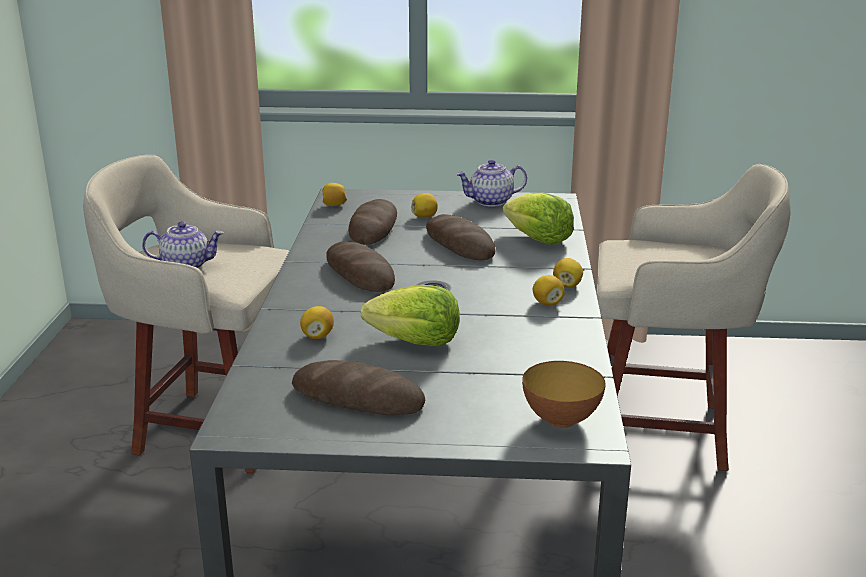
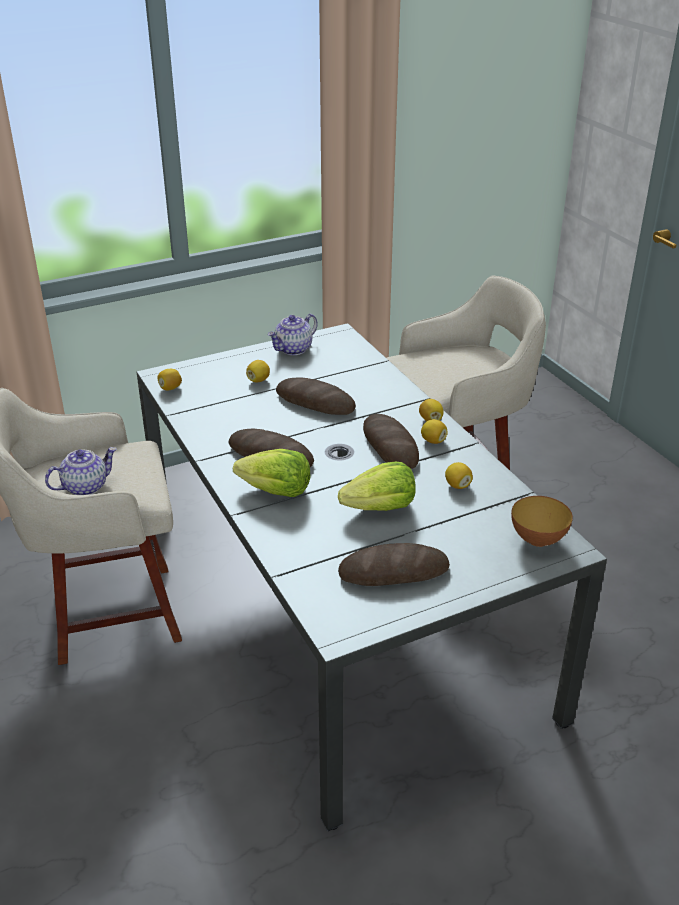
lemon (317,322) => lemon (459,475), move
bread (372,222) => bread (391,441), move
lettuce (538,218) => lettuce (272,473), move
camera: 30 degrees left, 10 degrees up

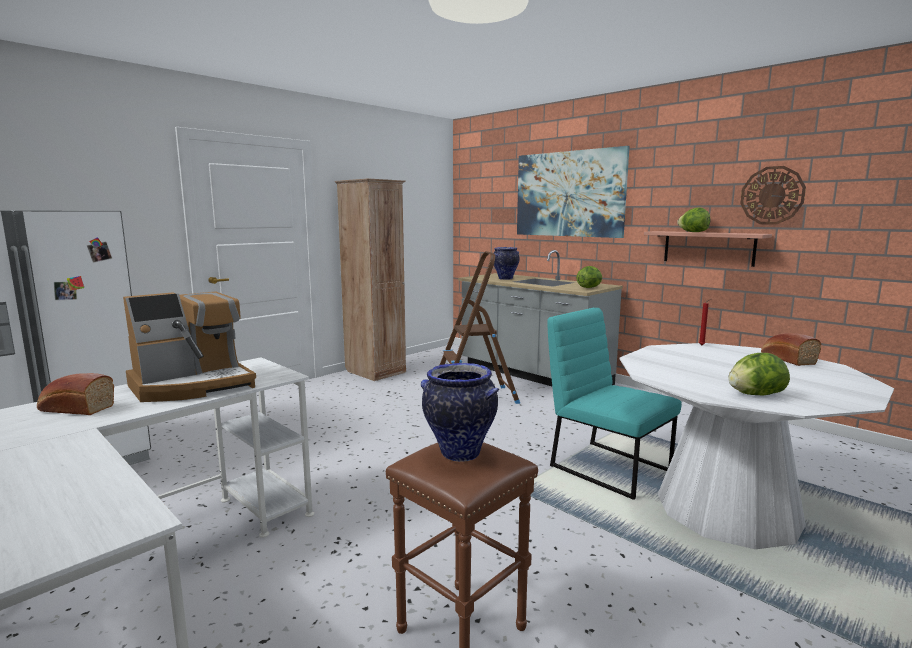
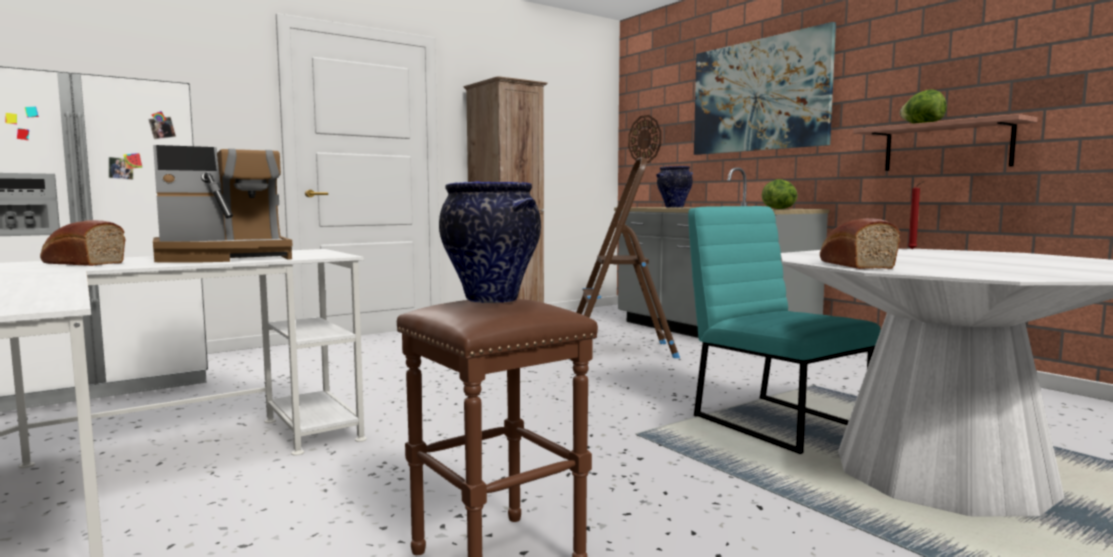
lettuce (759,374) => nothing
wall clock (773,195) => wall clock (645,139), move
bread (791,349) => bread (860,243), move
camera: 10 degrees right, 5 degrees down

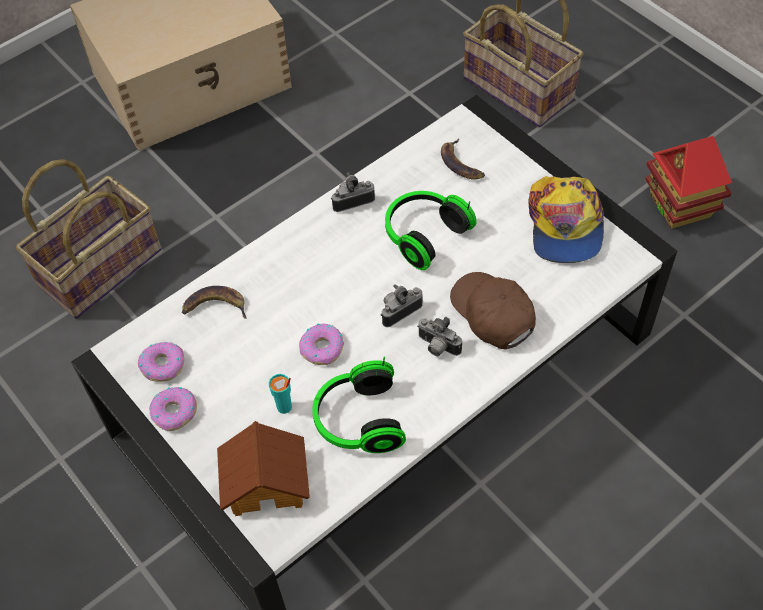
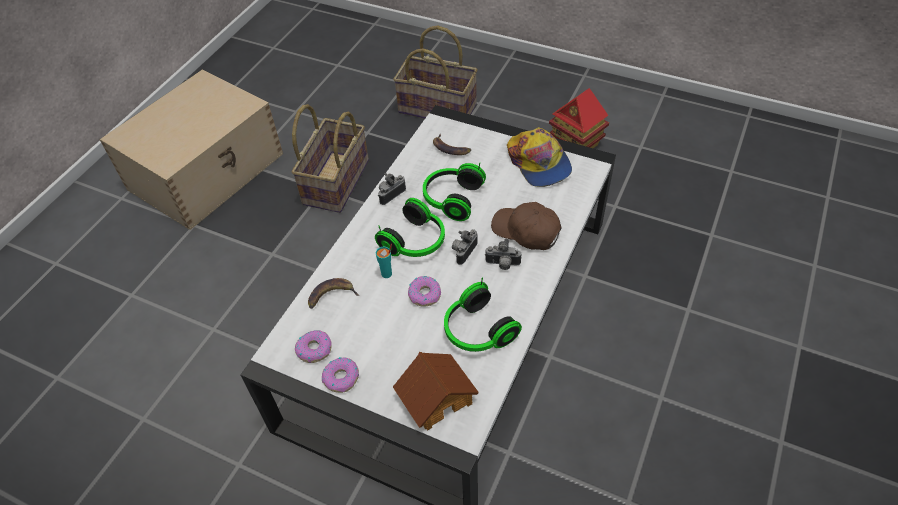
nothing => headphones (410,227)
basket (88,239) => basket (330,158), move
cup (turquoise) (280,394) => cup (turquoise) (384,261), move
camera: 25 degrees left, 5 degrees down

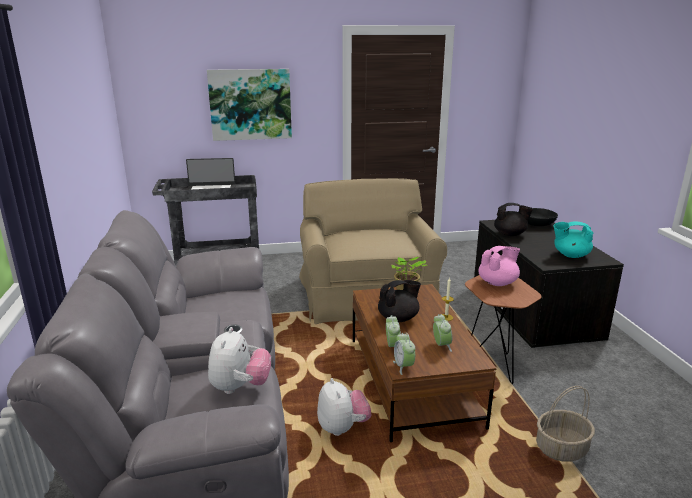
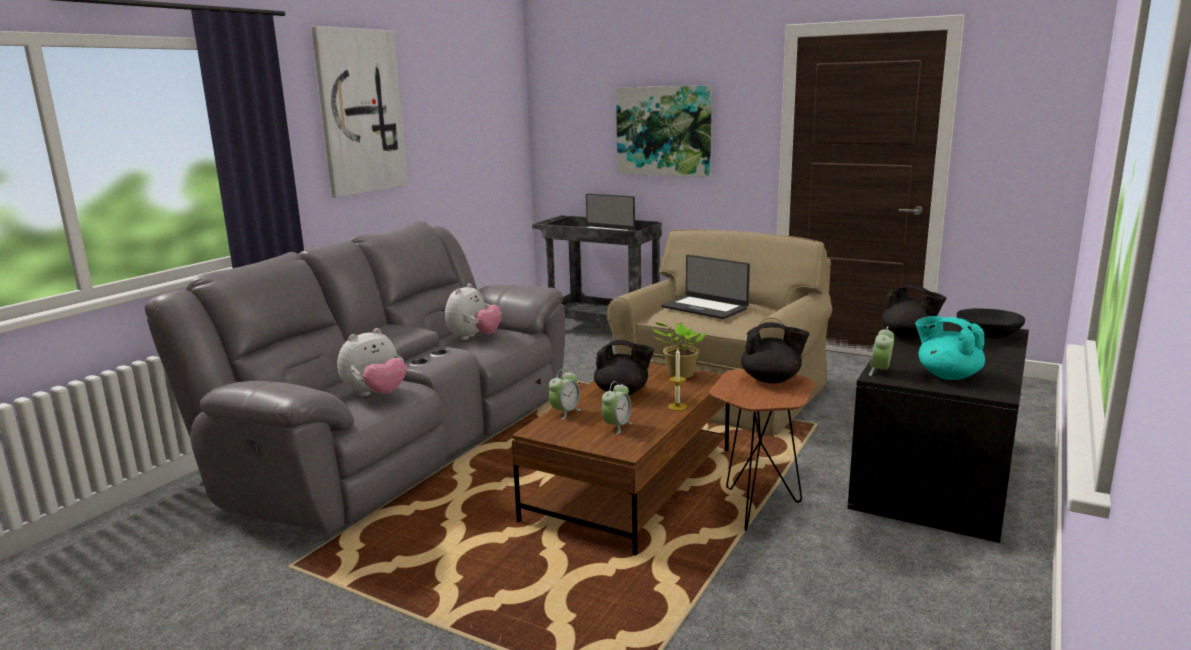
basket (565,424) => nothing
nothing => picture (359,112)
nothing => laptop (705,287)
plush toy (344,407) => plush toy (473,311), move
alarm clock (404,354) => alarm clock (881,351), move
teapot (pink) (499,266) => teapot (black) (775,352)
camera: 40 degrees right, 5 degrees down

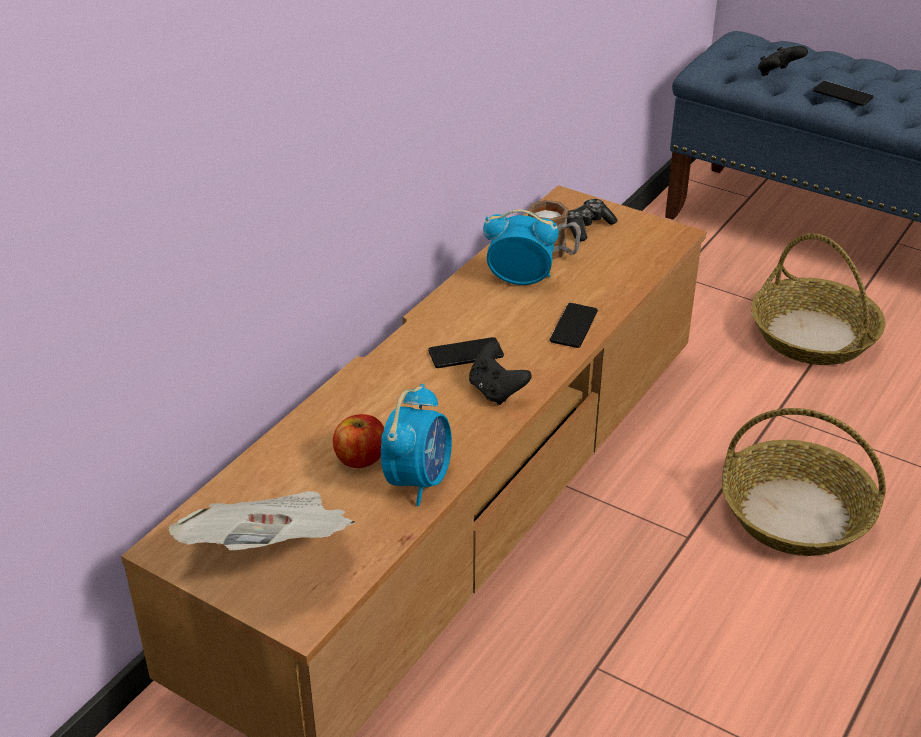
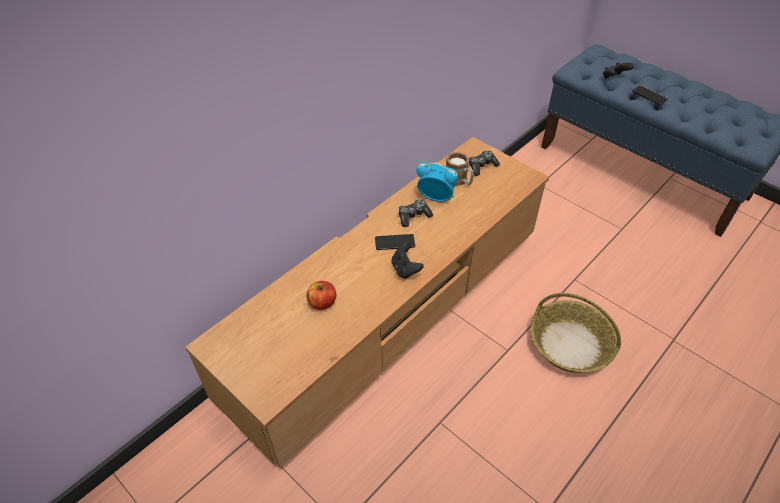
newspaper (261,521) => nothing
alarm clock (416,445) => nothing
phone (574,325) => nothing
basket (818,299) => nothing
nothing => game controller (416,213)
camera: 10 degrees right, 10 degrees up

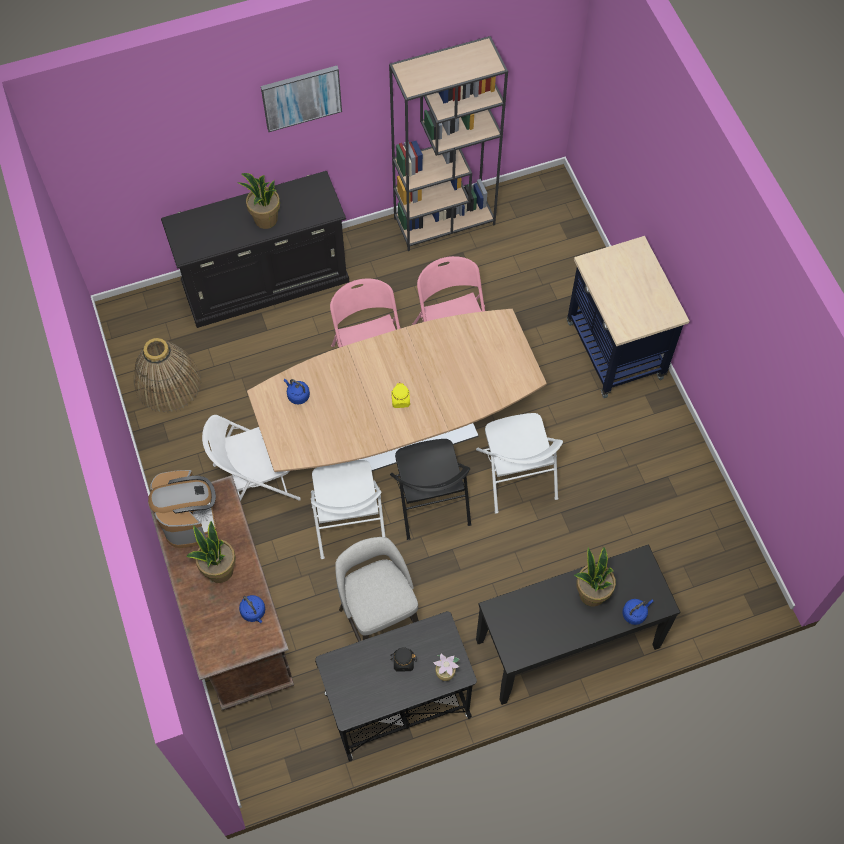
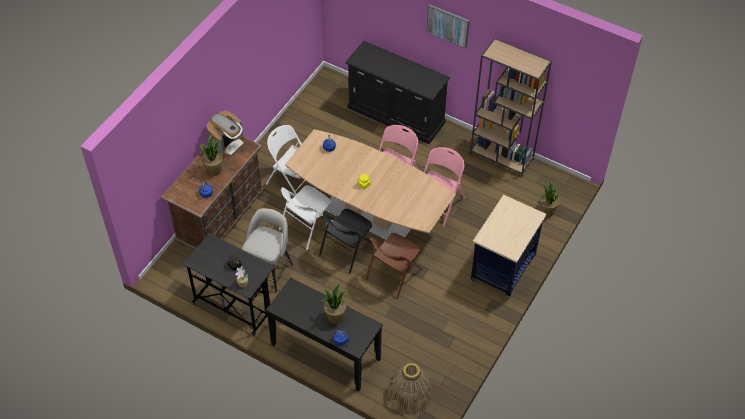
basket (167,375) => basket (410,388), move
potted plant (258,201) => potted plant (549,198), move
chair (white) (519,463) => chair (brown) (394,266)
camera: 50 degrees right, 10 degrees down

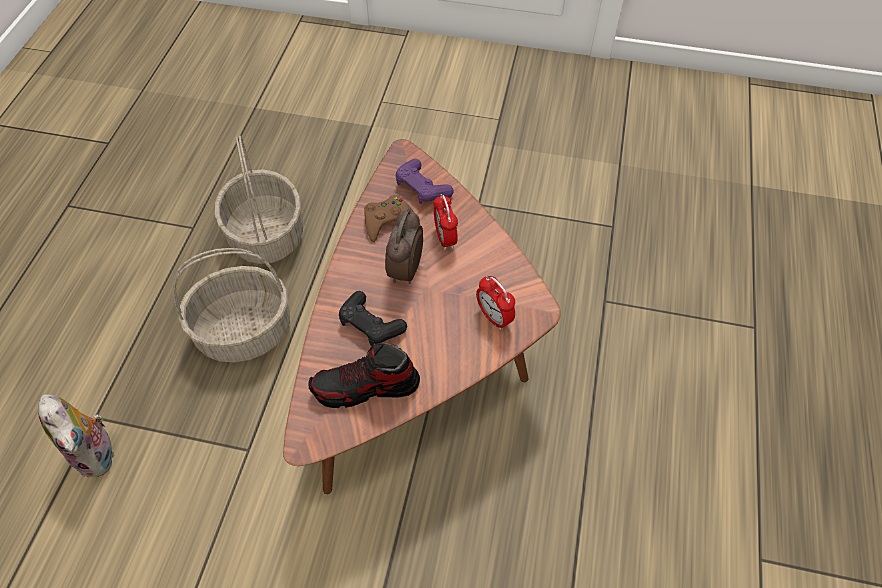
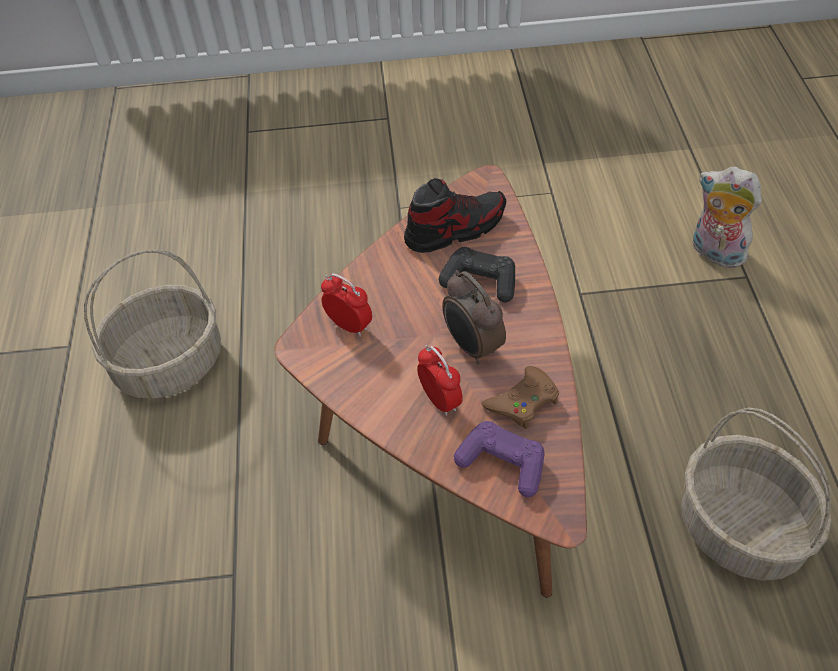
basket (231,305) => basket (152,323), move
alarm clock (404,246) => alarm clock (474,317), 150 degrees clockwise
camera: 165 degrees right, 5 degrees down

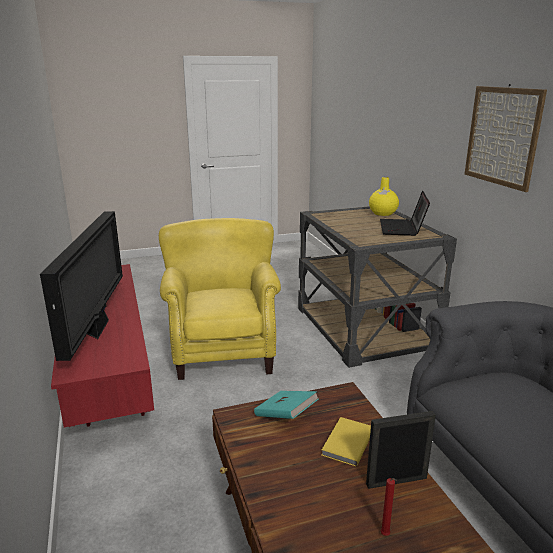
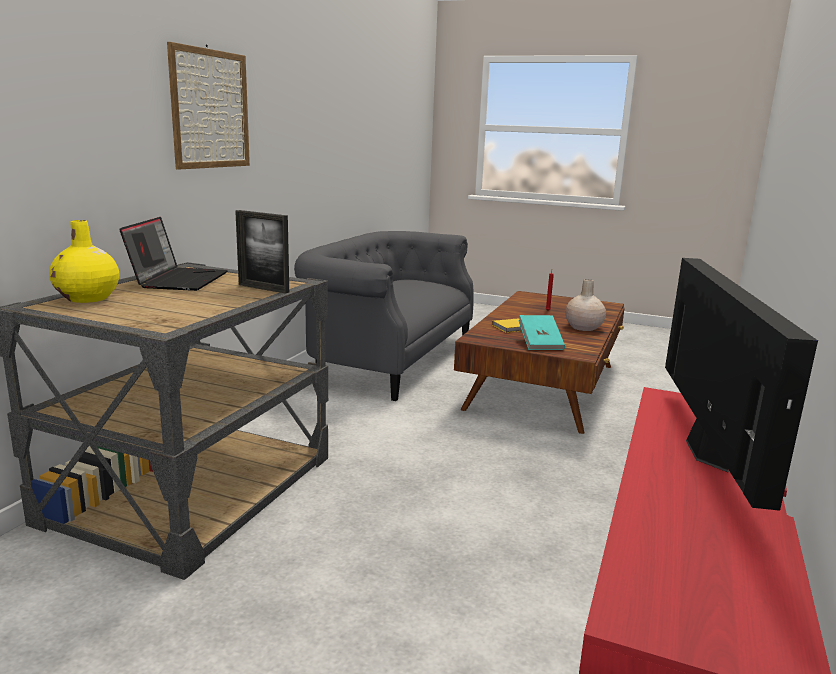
armchair (yellow) (220,299) => nothing
nothing => vase (beige) (585,305)
picture frame (401,450) => picture frame (262,252), move
television (81,286) => television (741,384), 150 degrees clockwise
laptop (405,213) => laptop (173,254), 45 degrees counterclockwise
camera: 140 degrees left, 5 degrees down

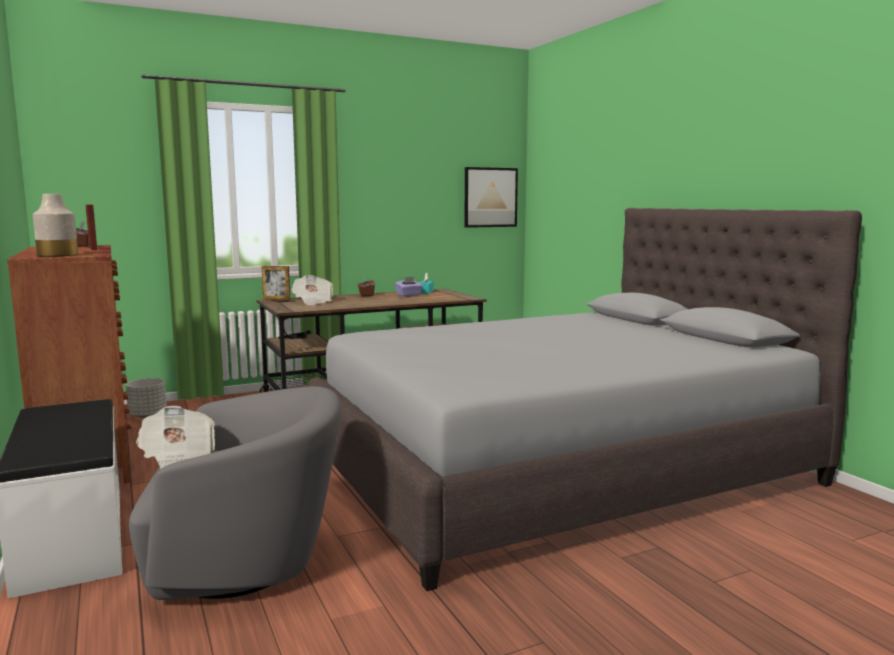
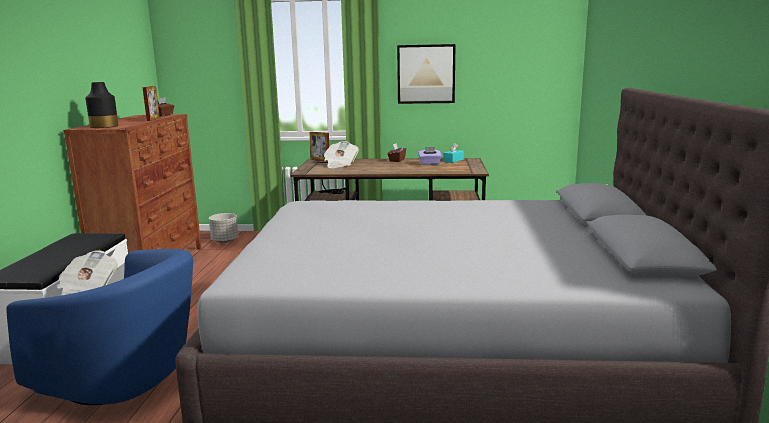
picture (491,197) => picture (426,74), move
vase (beige) (55,225) => vase (black) (102,105)
armchair (grey) (235,493) => armchair (blue) (99,327)
camera: 30 degrees right, 5 degrees up

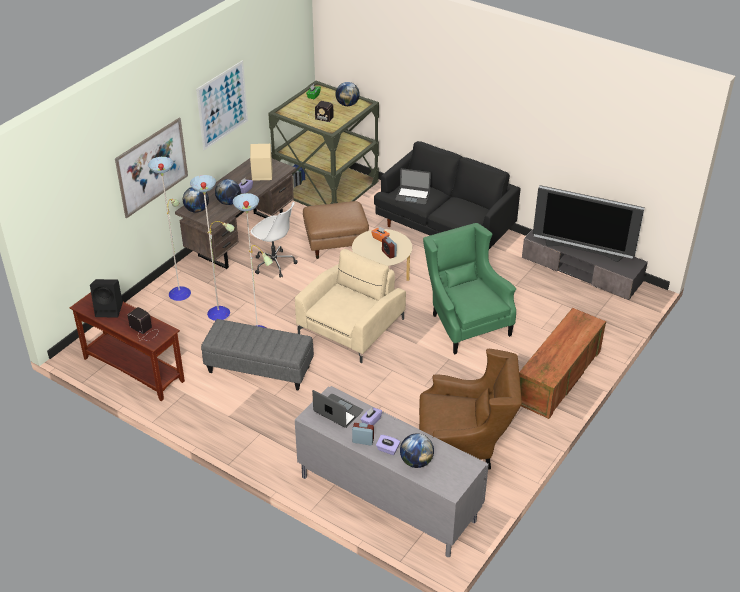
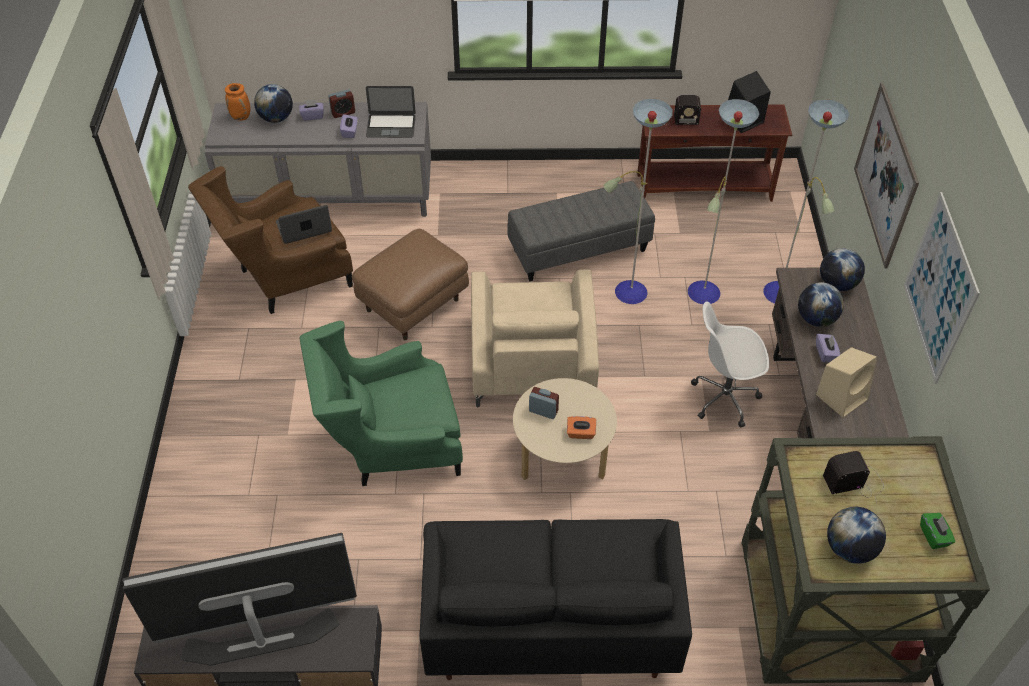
bench (brown) (562,363) => nothing
nothing => vase (orange) (237,102)
ottoman (brown) (336,230) => ottoman (brown) (410,284), move
laptop (413,186) => laptop (304,224), move
armchair (green) (469,288) => armchair (green) (381,403), 135 degrees clockwise
camera: 145 degrees right, 10 degrees up

